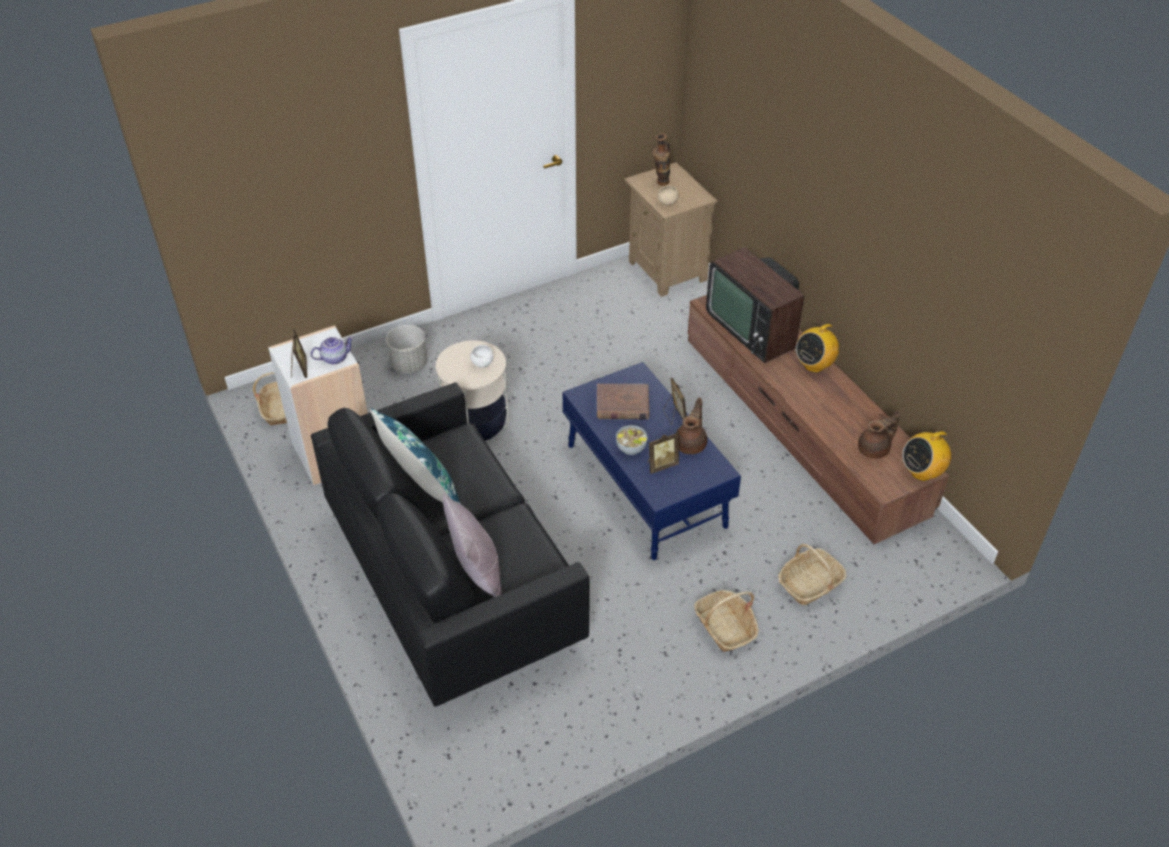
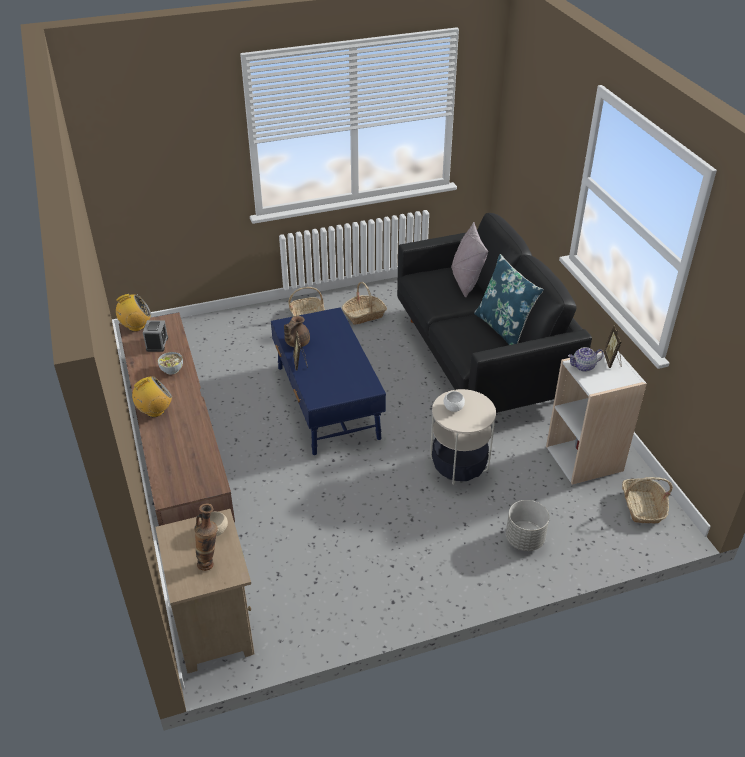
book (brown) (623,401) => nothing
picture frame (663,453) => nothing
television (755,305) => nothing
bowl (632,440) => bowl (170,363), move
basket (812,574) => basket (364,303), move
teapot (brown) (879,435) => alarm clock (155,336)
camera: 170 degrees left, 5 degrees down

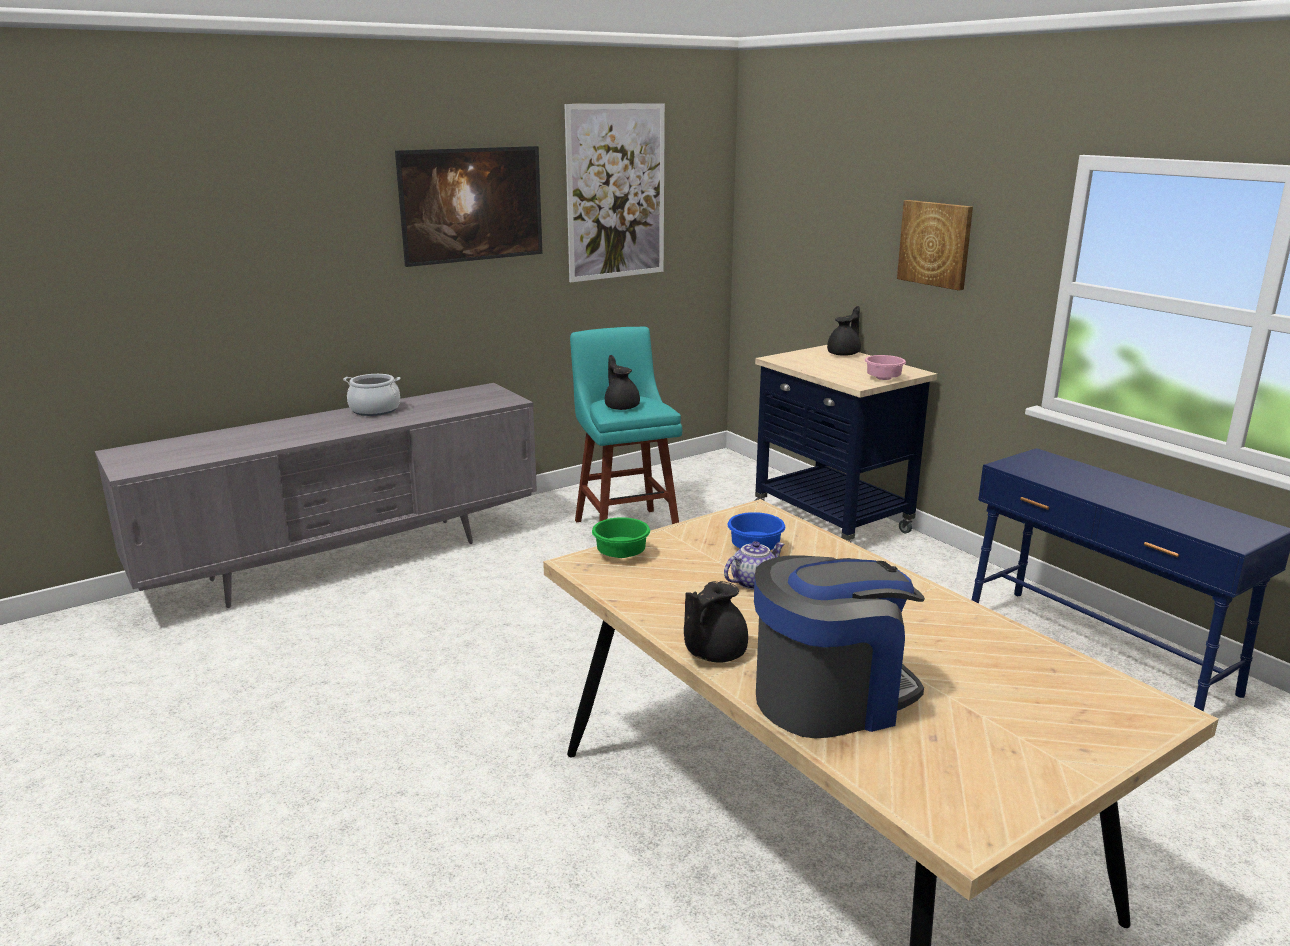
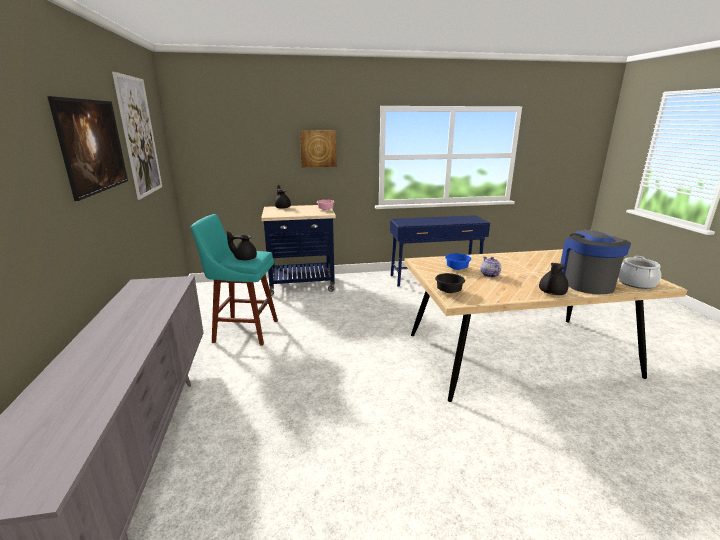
cooking pot (371,395) => cooking pot (639,272), move
bowl (green) (621,537) => bowl (black) (450,283)
teapot (black) (716,621) => teapot (black) (554,279), 60 degrees clockwise
camera: 65 degrees left, 0 degrees up

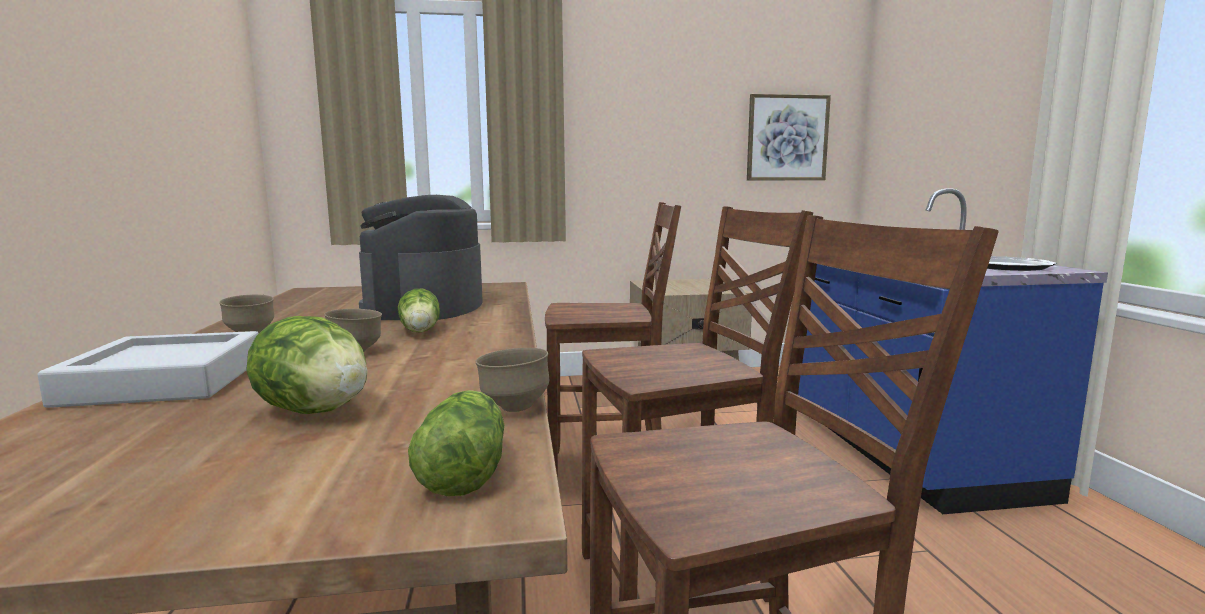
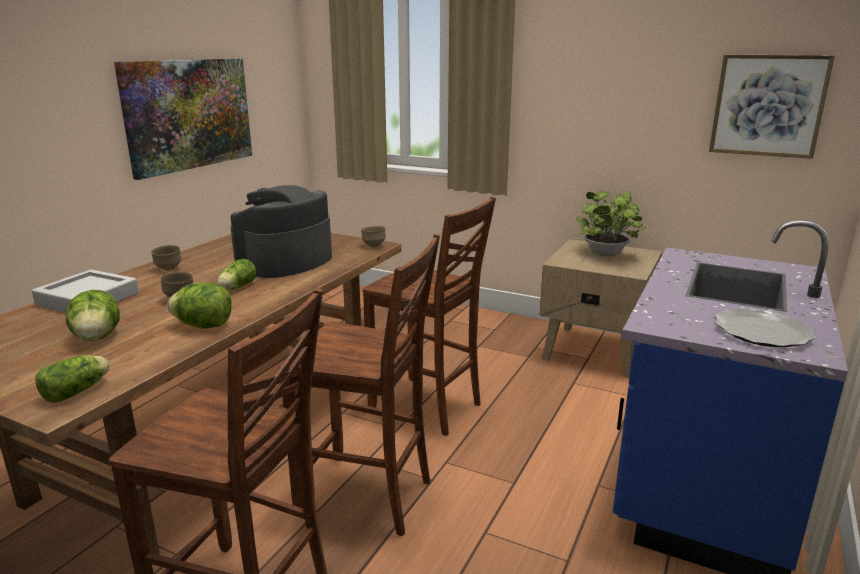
nothing => picture (183,119)
nothing => lettuce (199,305)
nothing => potted plant (611,224)
bowl (brown) (512,380) => bowl (brown) (373,236), move
camera: 35 degrees right, 10 degrees up

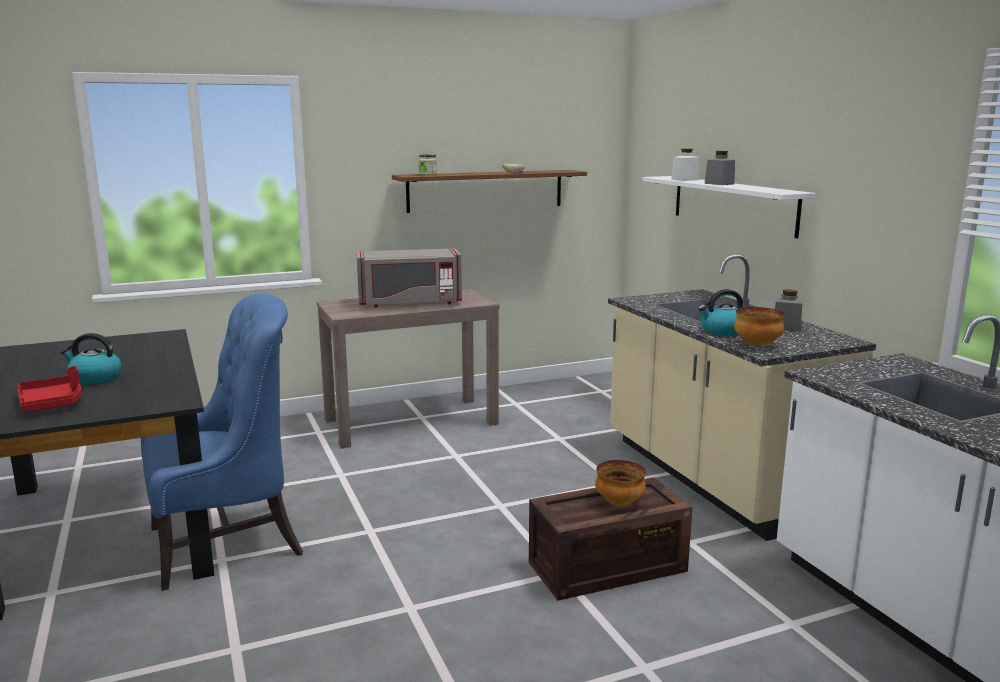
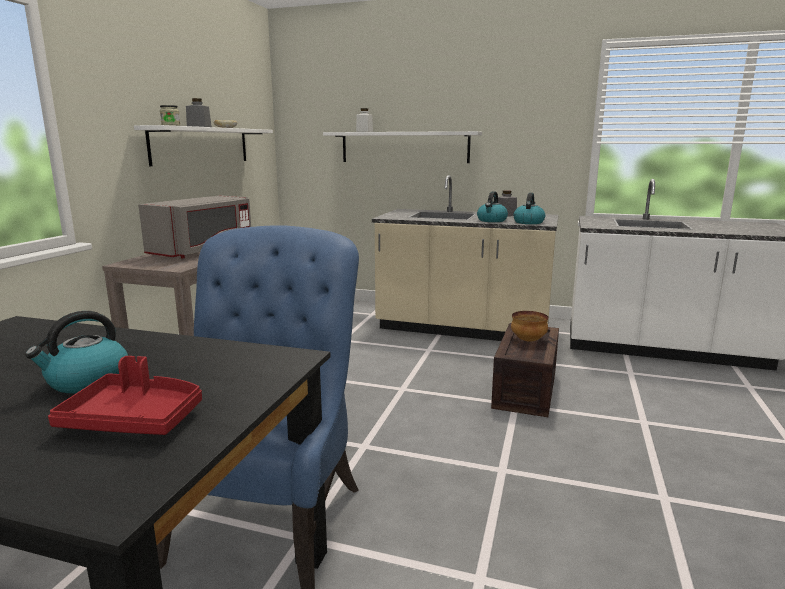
jar (grey) (720,168) => jar (grey) (199,112), move
bowl (759,326) => kettle (529,208)
shelf (brown) (489,191) => shelf (white) (203,145)
camera: 50 degrees left, 0 degrees up

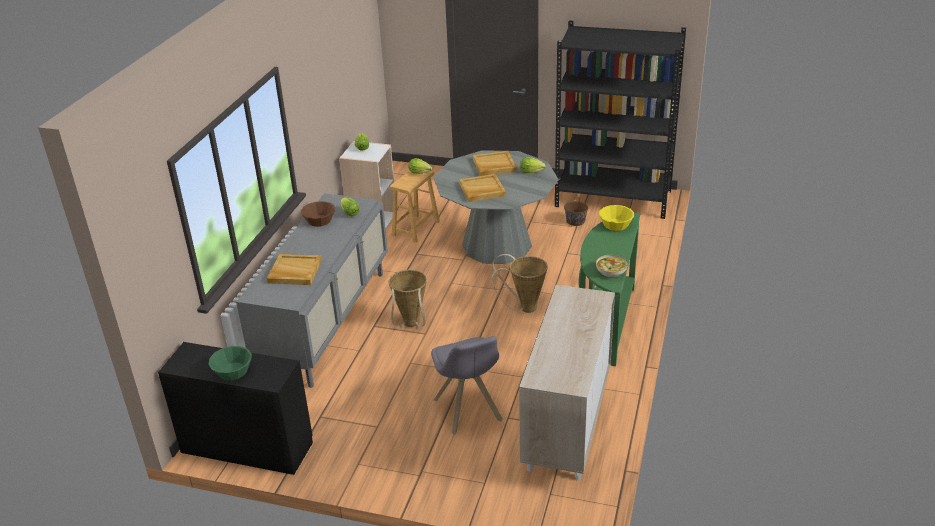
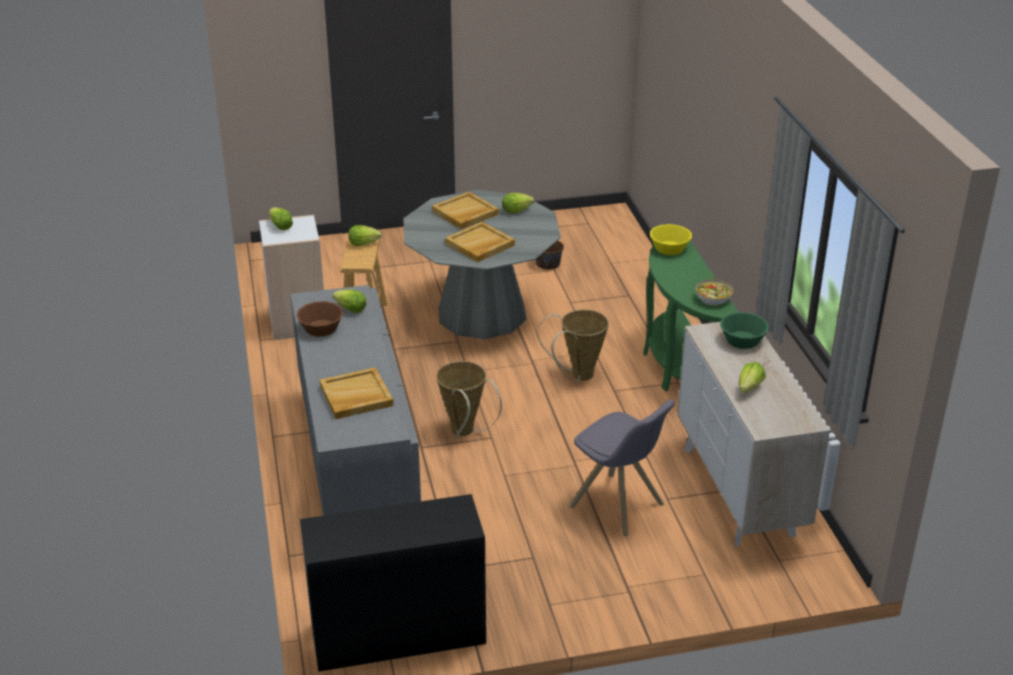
bookcase (black) (620,119) => nothing
nothing => lettuce (752,377)
bowl (green) (230,363) => bowl (green) (744,330), move
camera: 30 degrees left, 0 degrees up

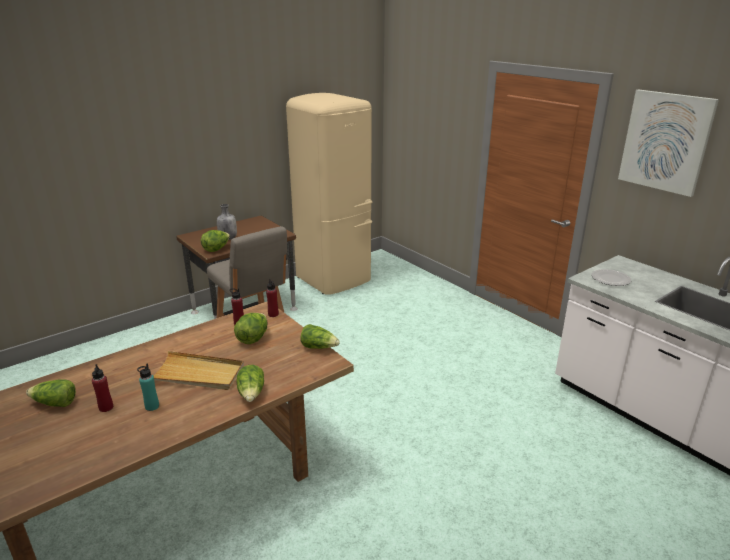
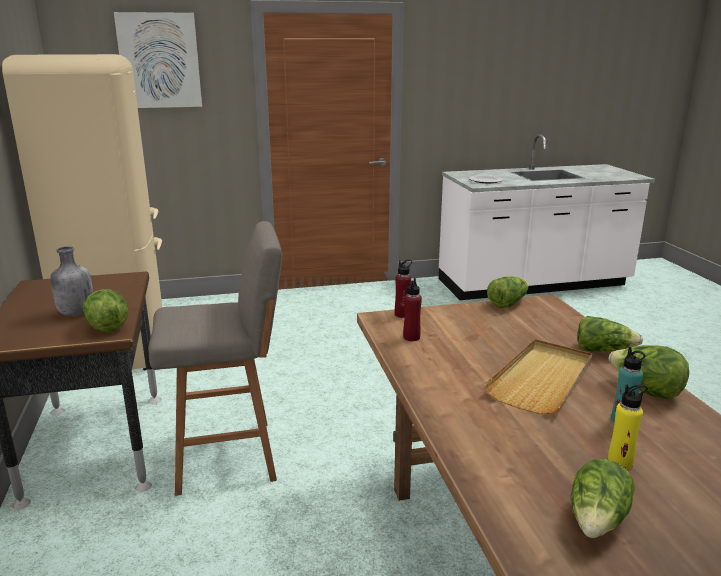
lettuce (250,328) => lettuce (649,372), move
picture (668,143) => picture (158,60), move
bottle (red) (102,388) => bottle (yellow) (628,427)
camera: 65 degrees left, 5 degrees down

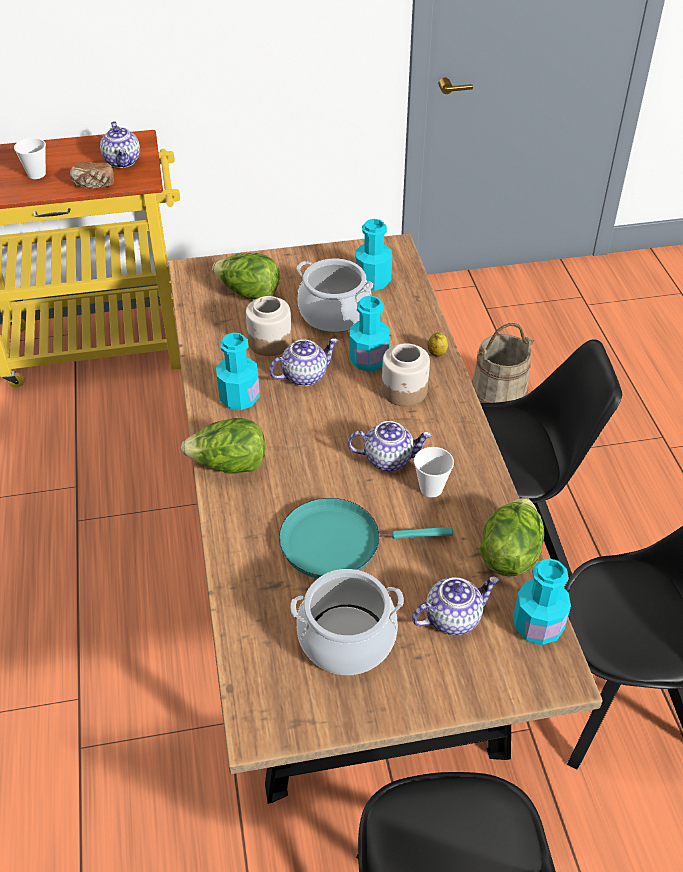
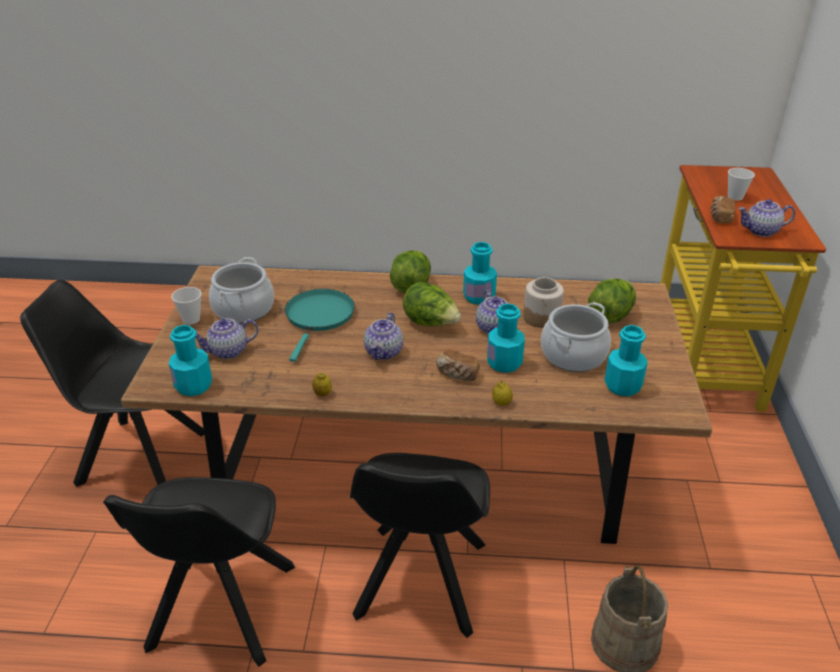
nothing => lemon (322,384)
cup (434,472) => cup (186,306), move
lettuce (512,537) => lettuce (432,304), move
jar (406,374) => bread (458,365)
teapot (455,605) => teapot (227,338), 75 degrees clockwise
camera: 105 degrees right, 10 degrees down

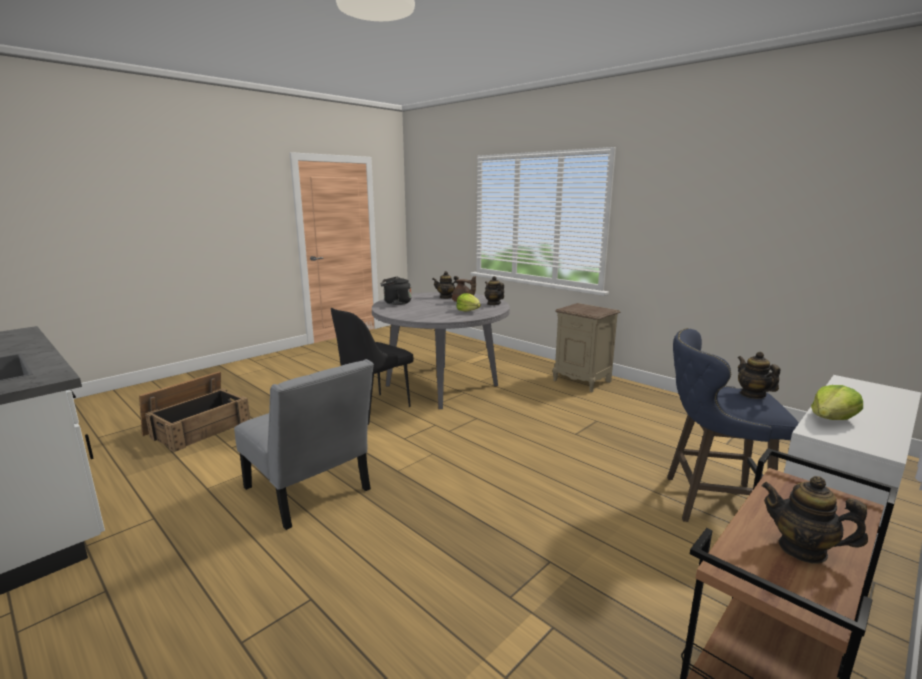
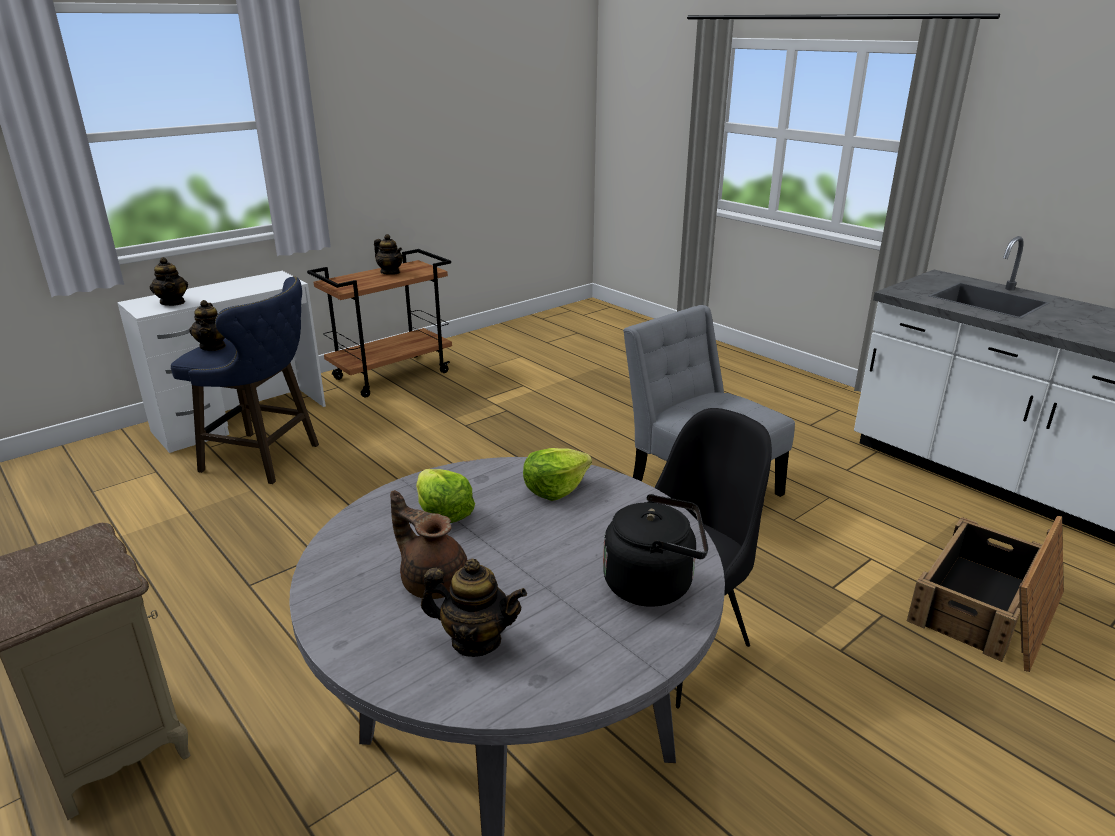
teapot (494,290) => teapot (169,281), move
lettuce (837,402) => lettuce (557,474), move
camera: 175 degrees left, 10 degrees up

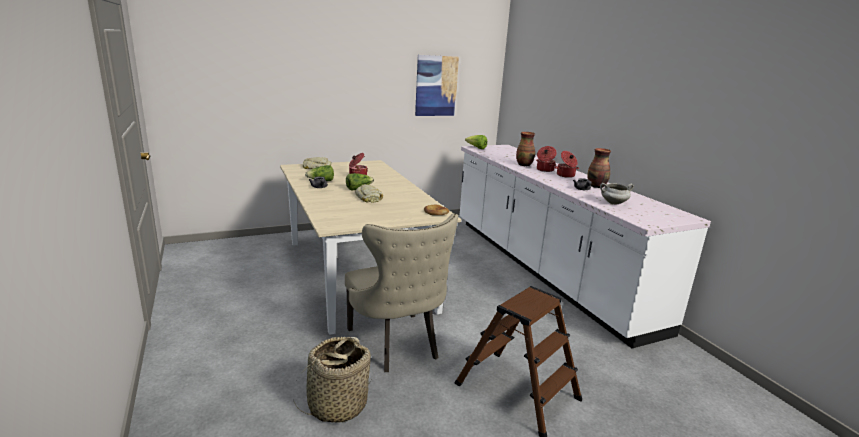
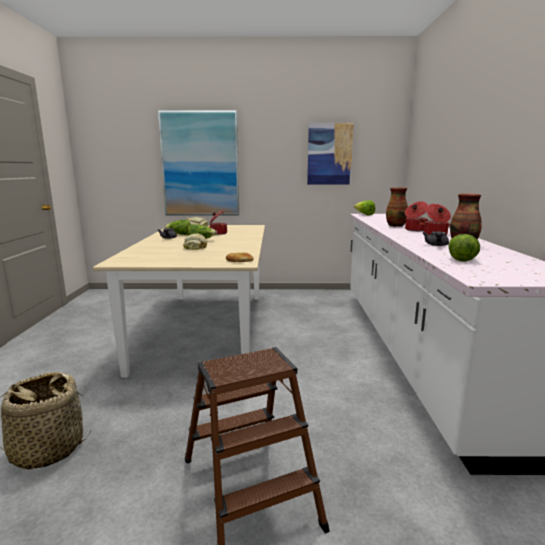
chair (beige) (401,292) => nothing
nothing => picture (198,162)
cooking pot (white) (617,194) => lettuce (464,247)
camera: 25 degrees right, 5 degrees down

